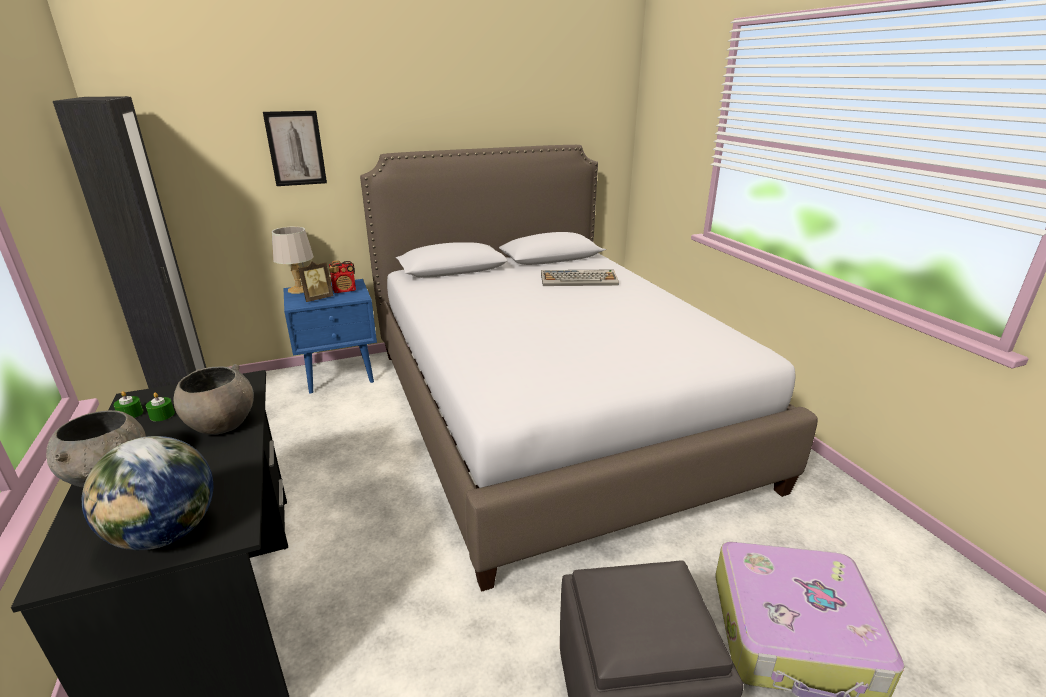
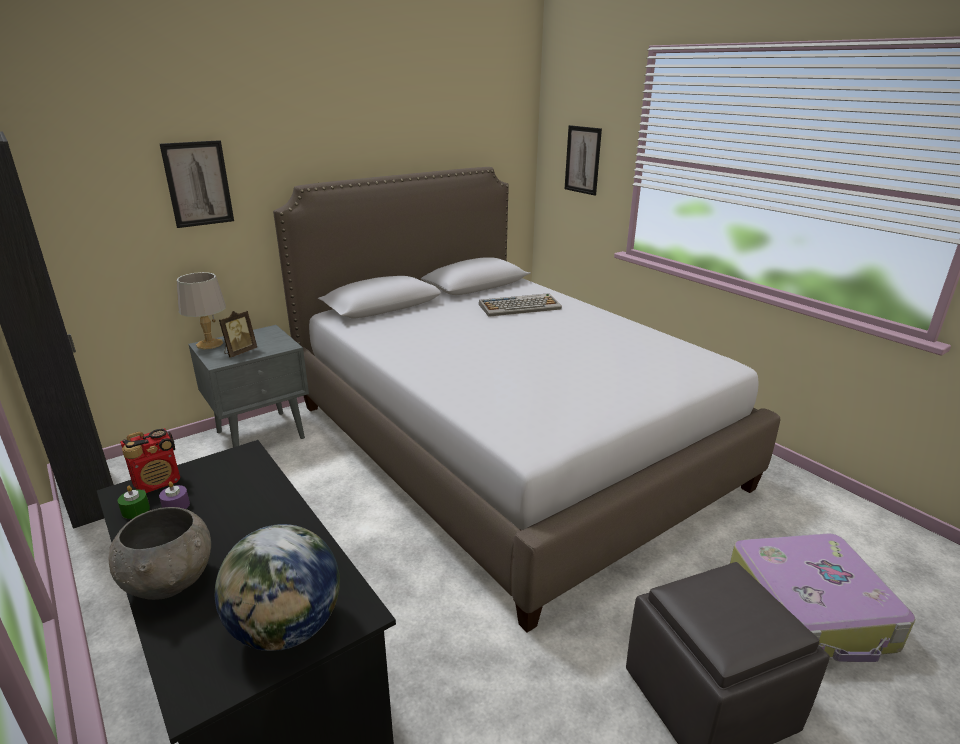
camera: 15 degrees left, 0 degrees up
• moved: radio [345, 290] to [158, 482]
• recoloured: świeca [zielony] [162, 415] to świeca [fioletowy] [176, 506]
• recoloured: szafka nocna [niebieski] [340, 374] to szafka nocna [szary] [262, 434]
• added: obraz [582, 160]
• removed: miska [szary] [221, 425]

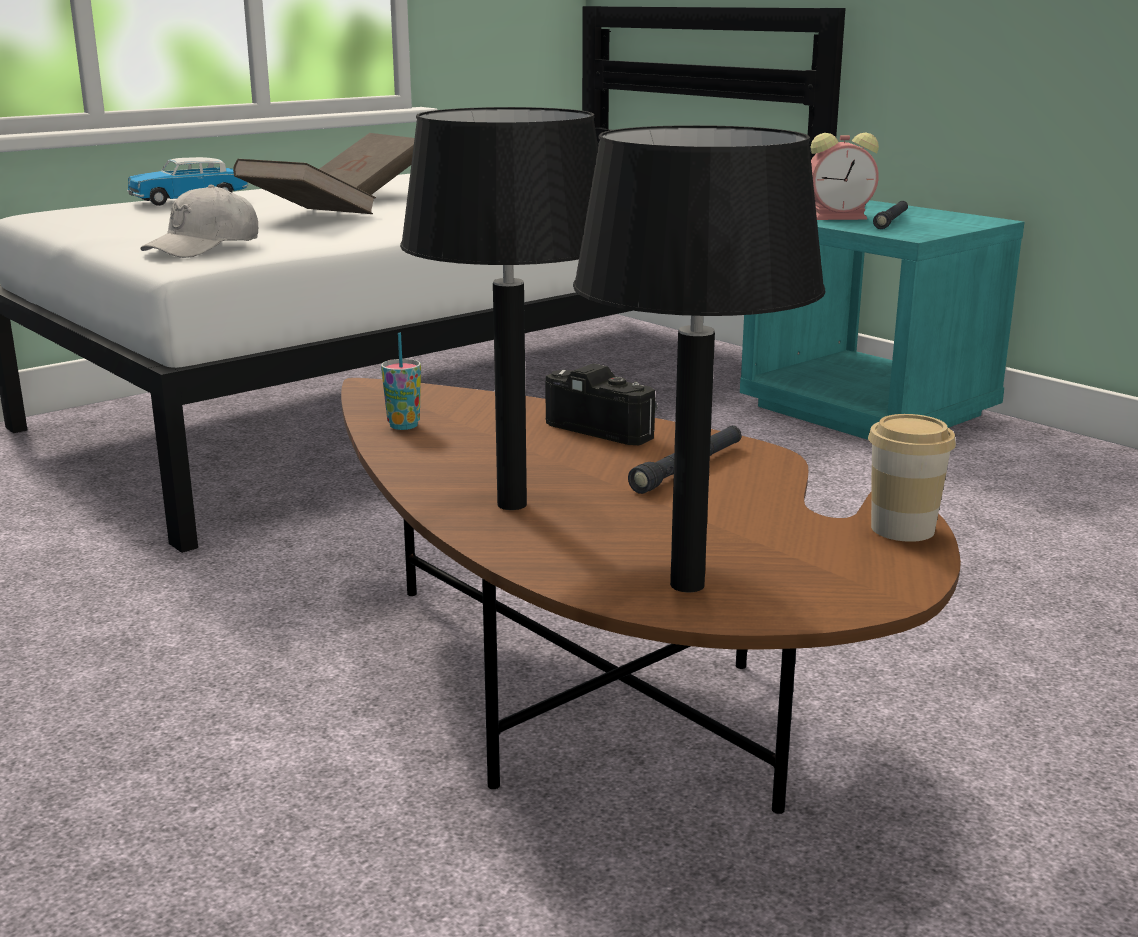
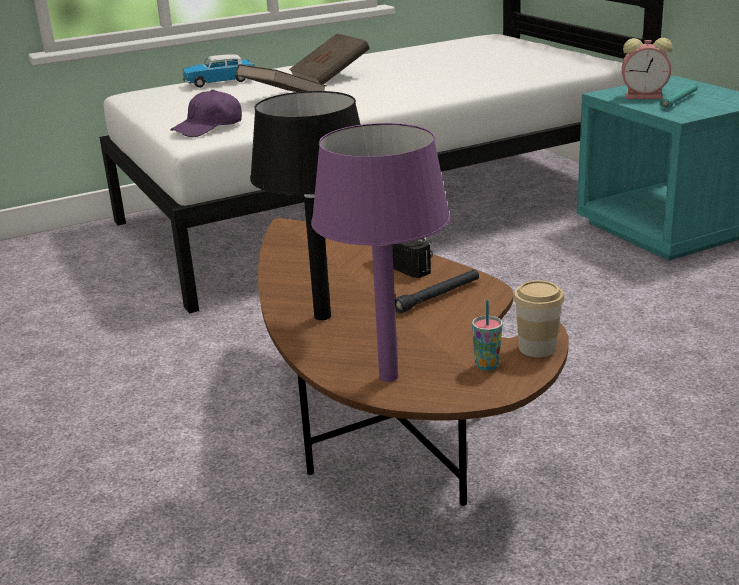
camera: 15 degrees right, 5 degrees up
• recoloured: czapka z daszkiem [biały] [204, 247] to czapka z daszkiem [fioletowy] [208, 127]
• recoloured: lampa stołowa [czarny] [685, 584] to lampa stołowa [fioletowy] [388, 376]
• moved: filiżanka [403, 425] to [487, 365]
• recoloured: latarka [czarny] [891, 221] to latarka [turkusowy] [679, 101]

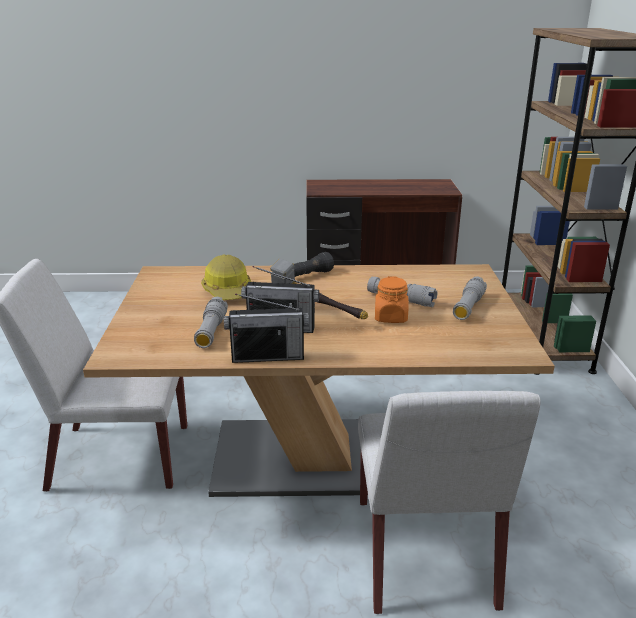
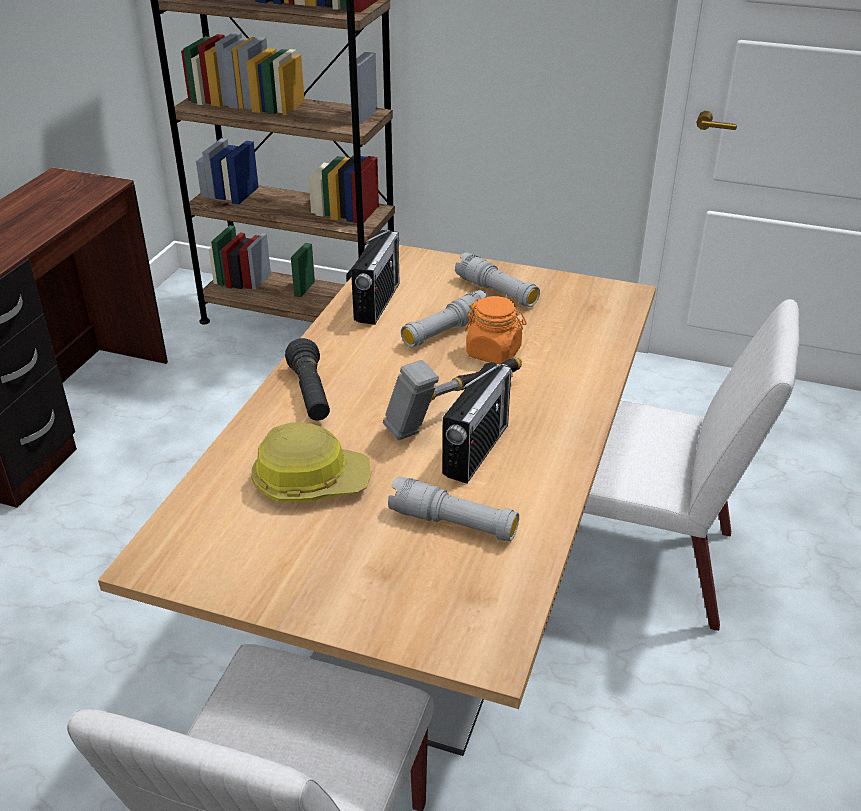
camera: 70 degrees left, 10 degrees up
• moved: radio [267, 356] to [377, 302]

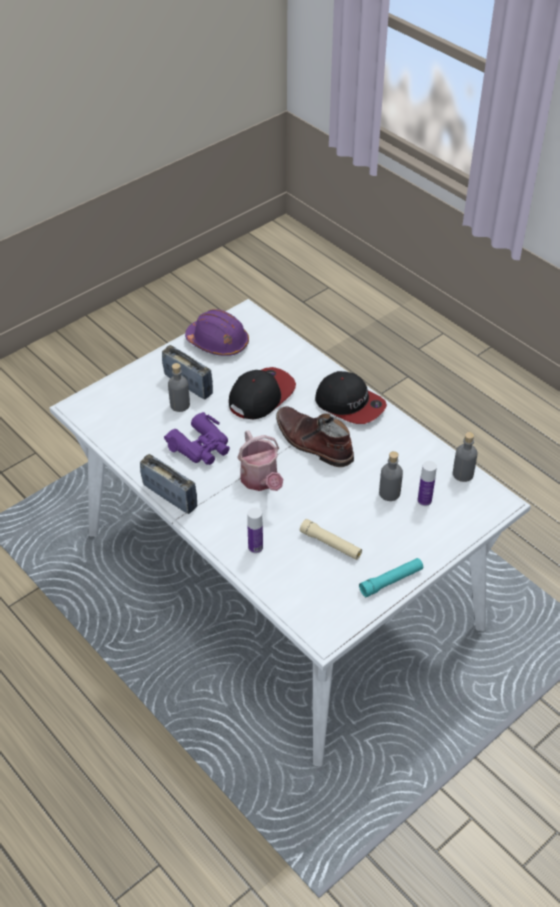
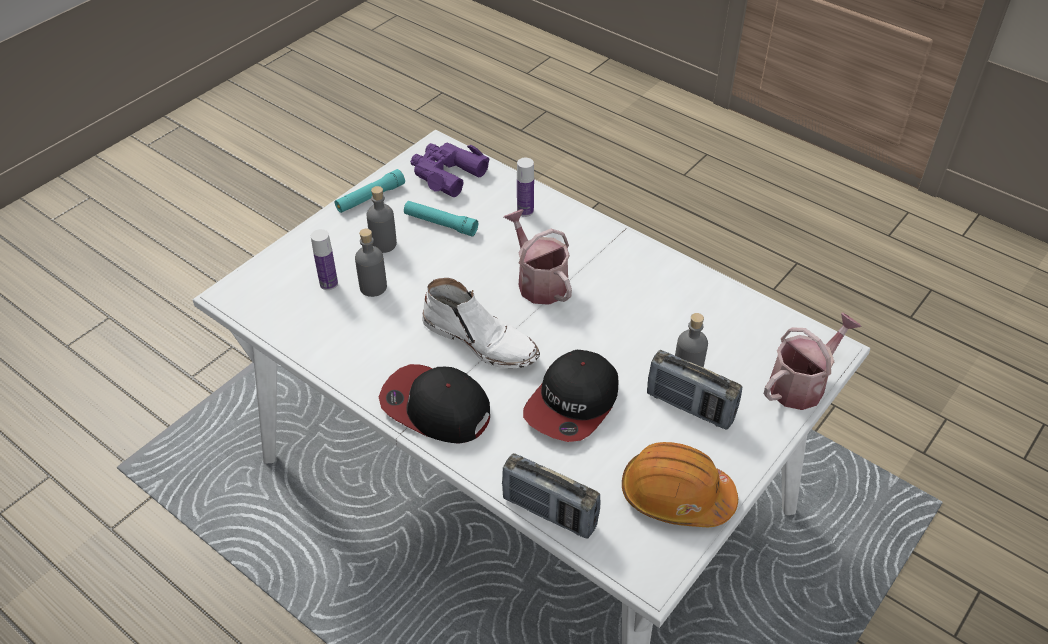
camera: 170 degrees right, 0 degrees up
• moved: butelka [szary] [462, 474] to [383, 244]
• recoloured: latarka [beżowy] [331, 544] to latarka [turkusowy] [440, 224]
• moved: lornetka [fioletowy] [201, 447] to [446, 174]
• recoloured: but z cholewką [brązowy] [313, 442] to but z cholewką [biały] [481, 340]
• moved: radio [170, 496] to [549, 512]
• recoloured: kask [fioletowy] [218, 343] to kask [pomarańczowy] [676, 495]
• added: konewka [802, 384]

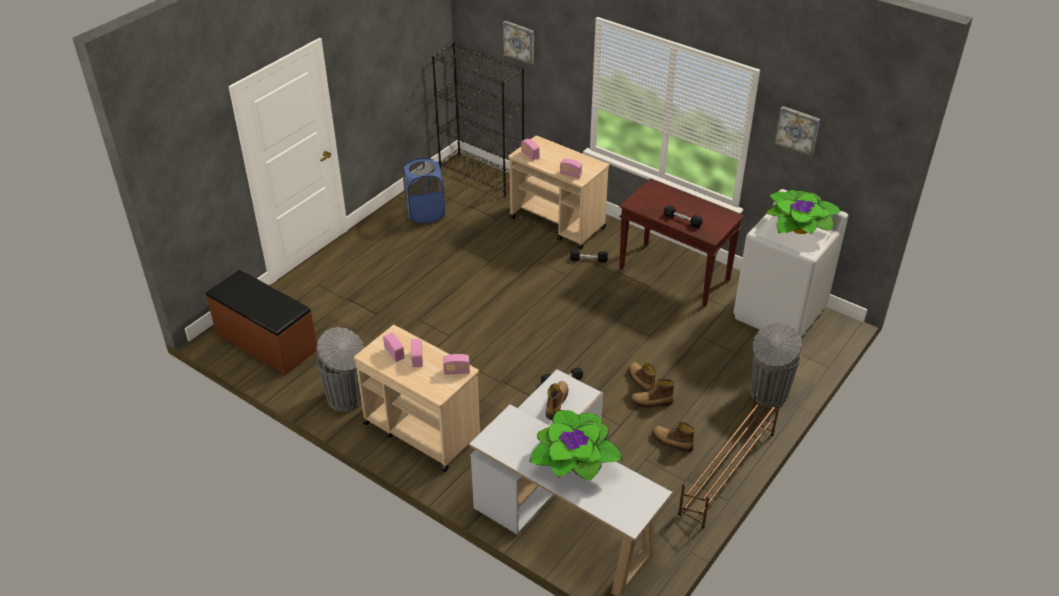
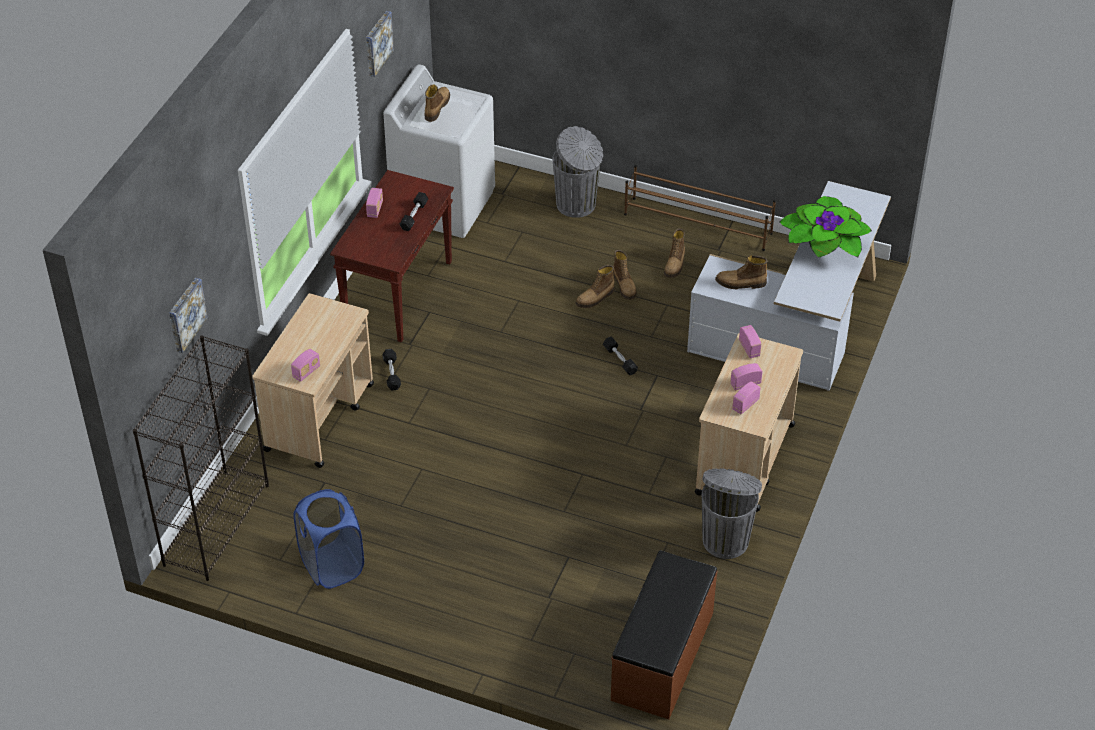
camera: 105 degrees left, 5 degrees up
• moved: radio [570, 174] to [375, 209]
• replaced: roślina doniczkowa [798, 227] to but z cholewką [436, 107]

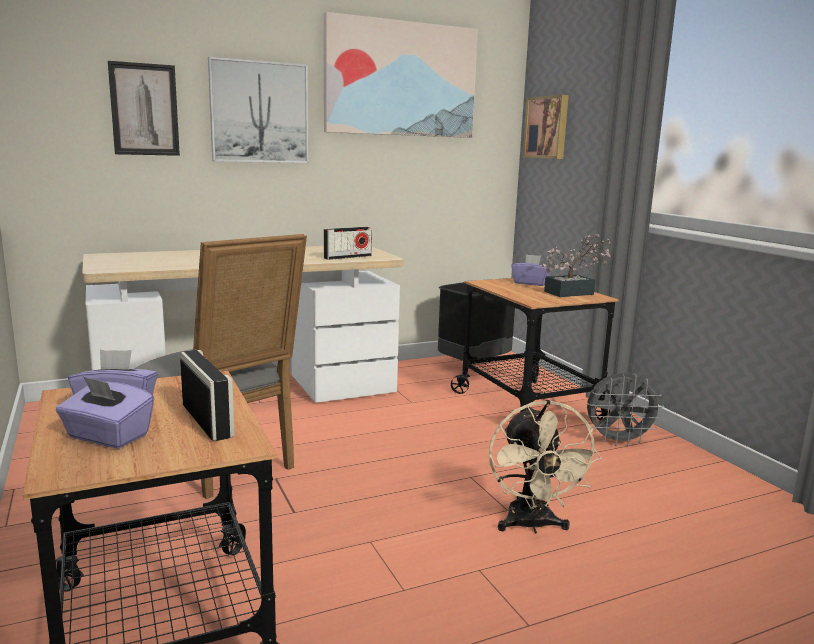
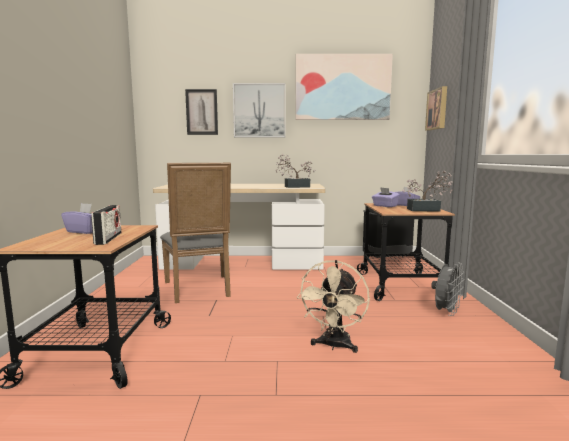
camera: 25 degrees right, 5 degrees down
• replaced: radio [347, 257] to roślina doniczkowa [294, 187]
• moved: pudełko chusteczek [fioletowy] [107, 437] to [385, 206]
• turned: wentylator [szary] [618, 441] = [446, 312] 75 degrees counterclockwise

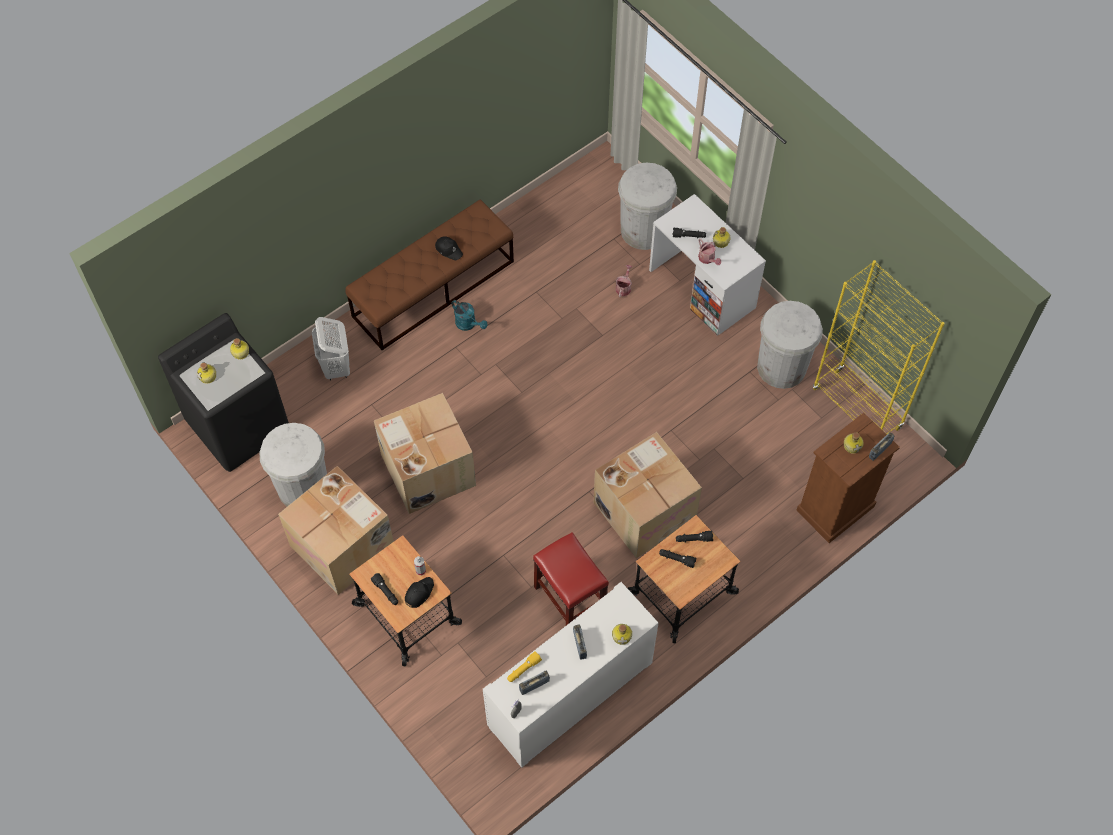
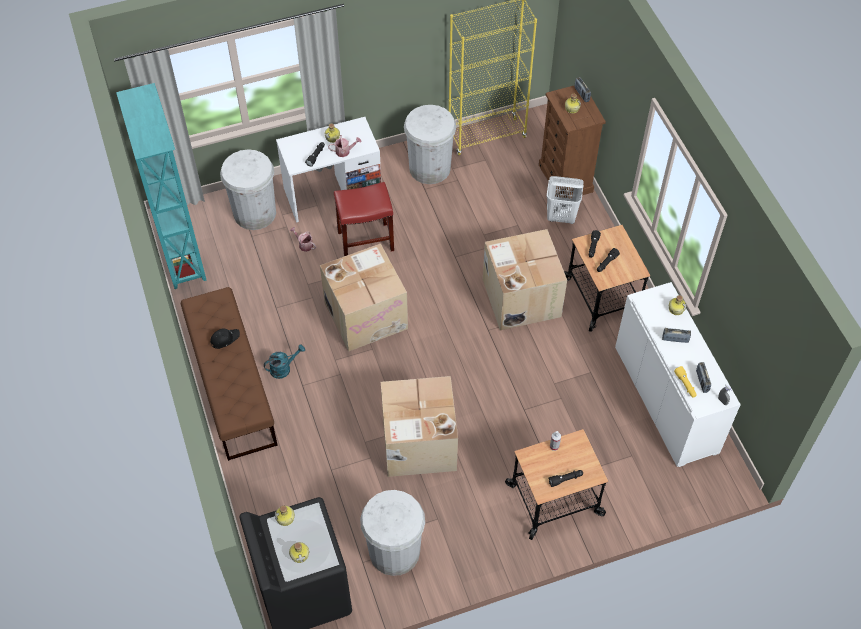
camera: 70 degrees left, 5 degrees down
• added: regał [turkusowy] [182, 254]
• moved: karton [344, 546] to [366, 314]
• moved: stołek [czerwony] [569, 599] to [365, 241]
• moved: kosz na pranie [biały] [336, 367] to [561, 217]
• removed: czapka z daszkiem [czarny] [419, 593]

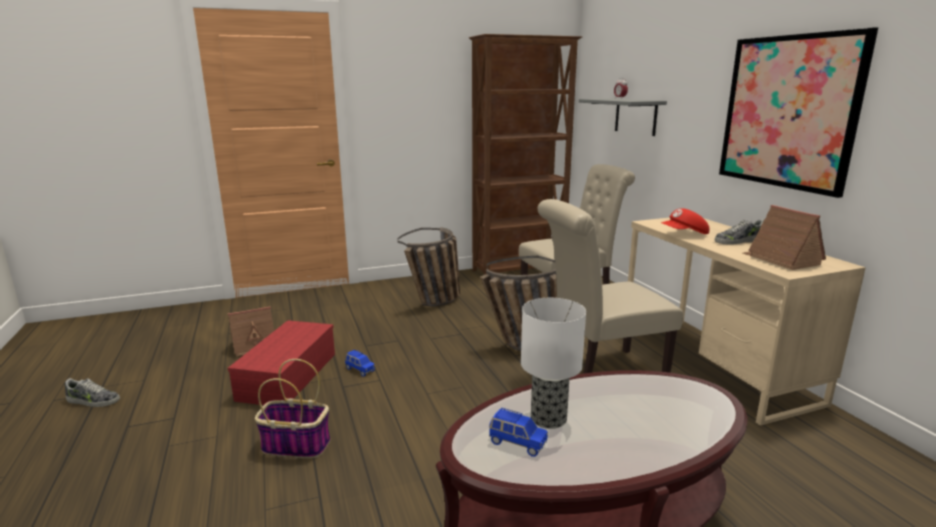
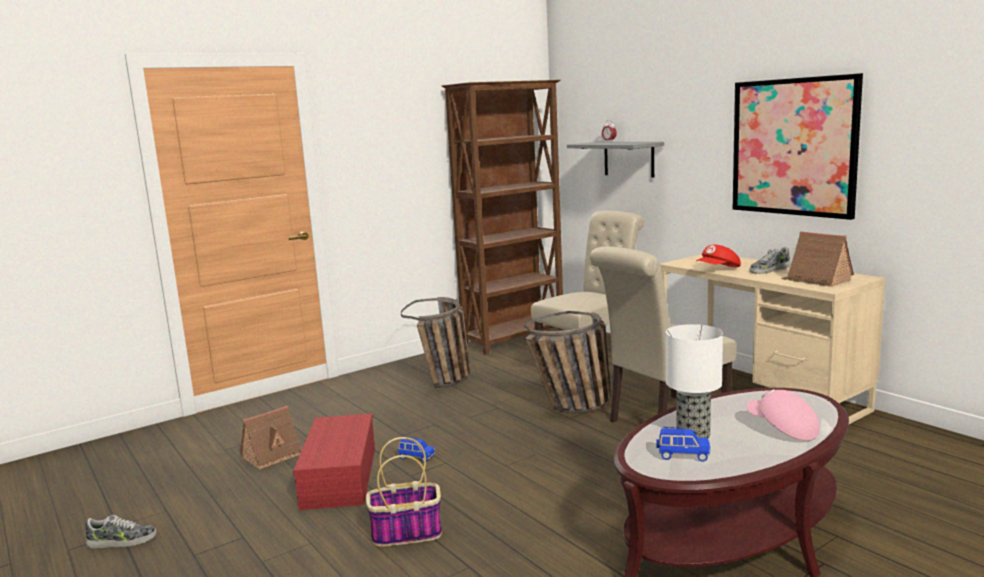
camera: 15 degrees left, 5 degrees down
• added: czapka z daszkiem [różowy] [782, 429]

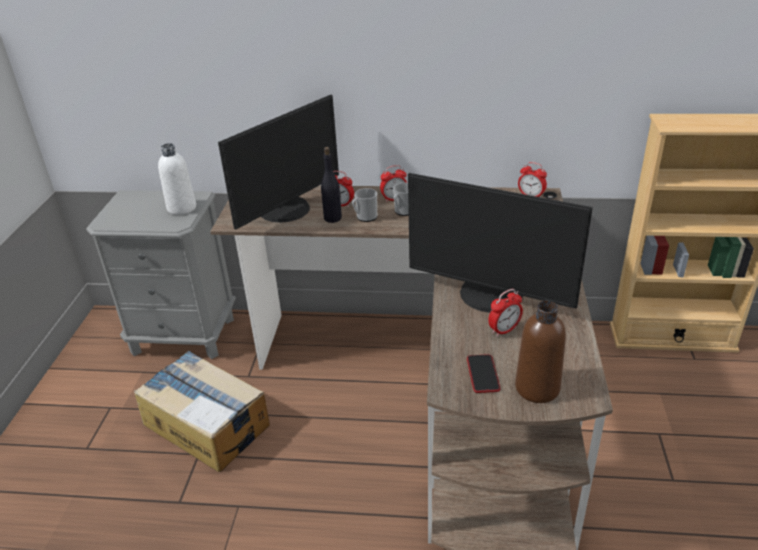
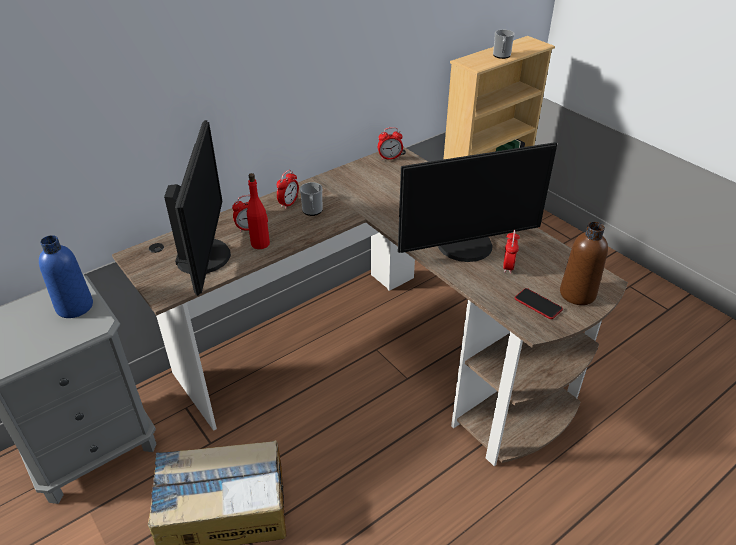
camera: 45 degrees left, 5 degrees up
• recoloured: butelka [biały] [182, 208] to butelka [niebieski] [74, 306]
• recoloured: butelka [czarny] [333, 218] to butelka [czerwony] [260, 243]
• moved: kubek [365, 217] to [501, 56]

